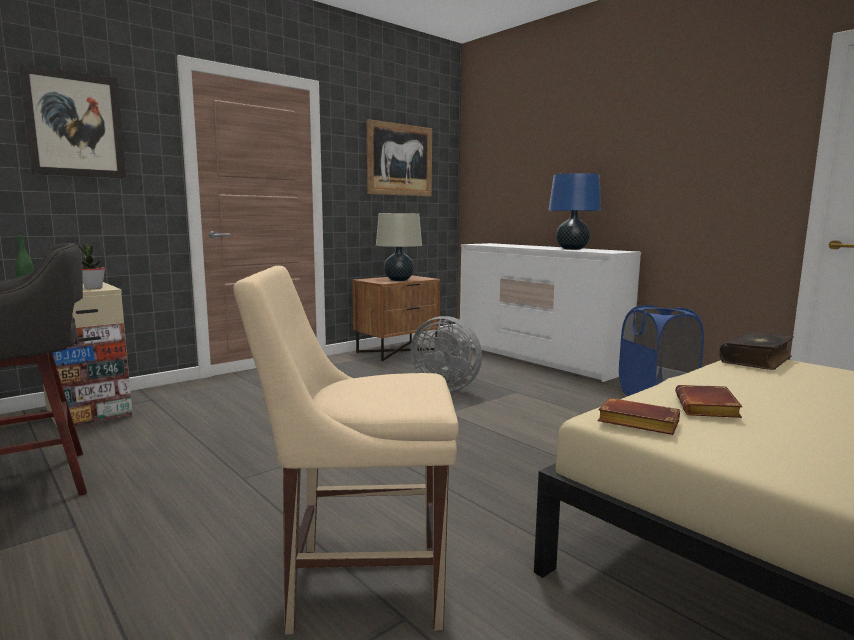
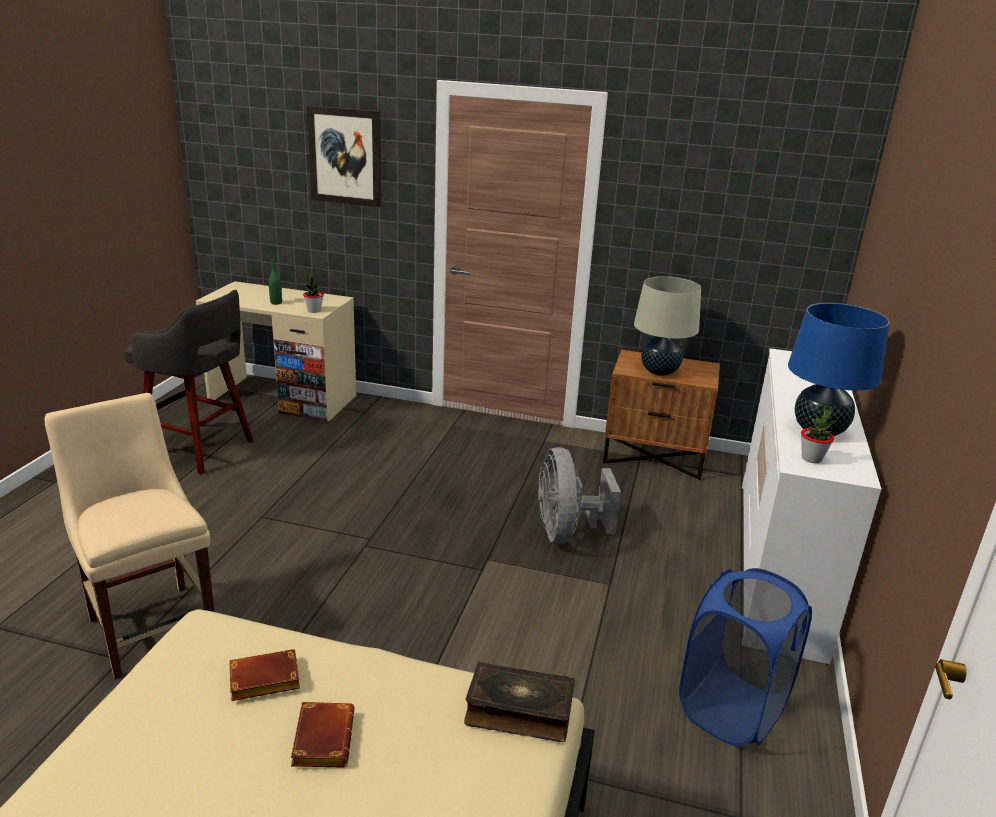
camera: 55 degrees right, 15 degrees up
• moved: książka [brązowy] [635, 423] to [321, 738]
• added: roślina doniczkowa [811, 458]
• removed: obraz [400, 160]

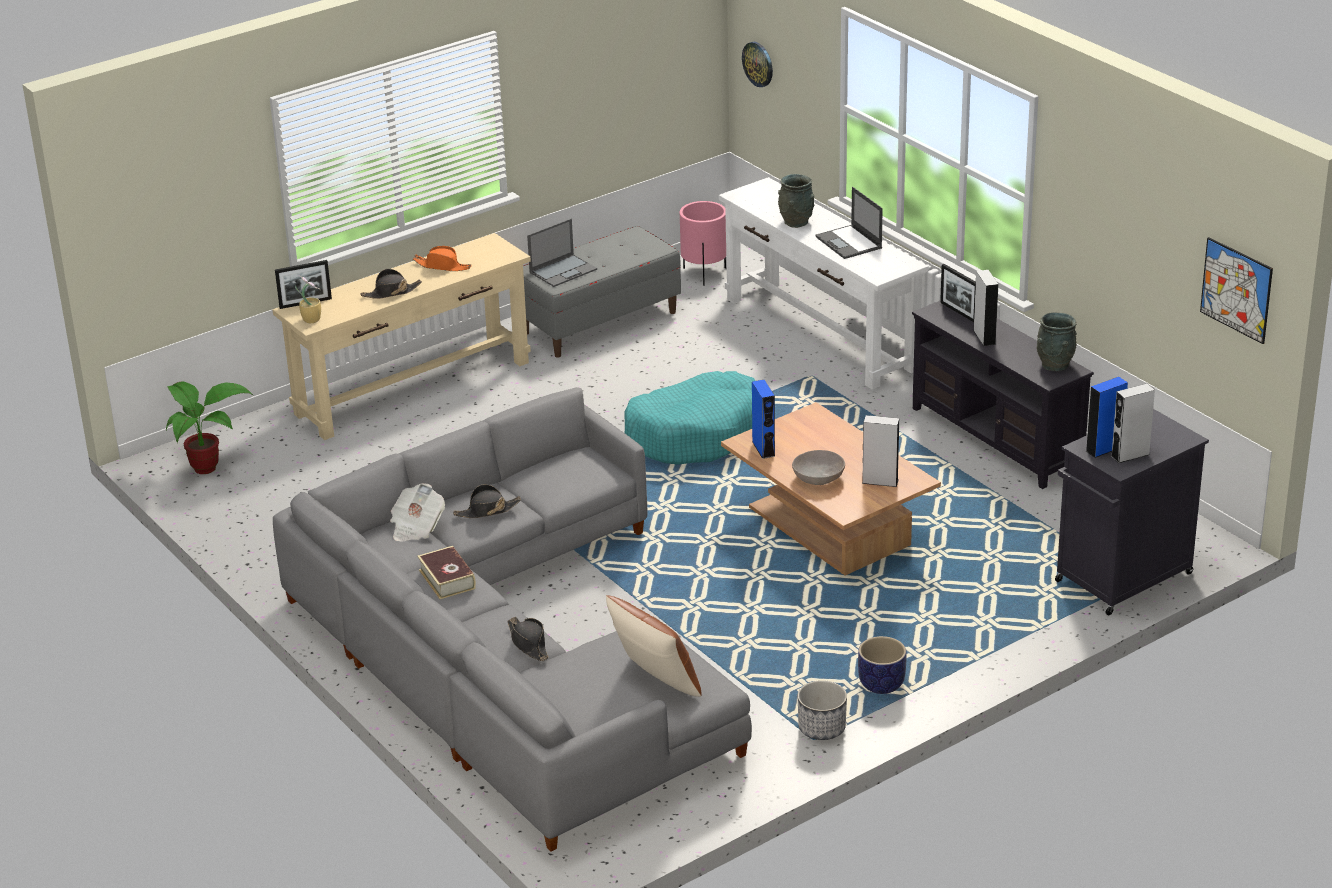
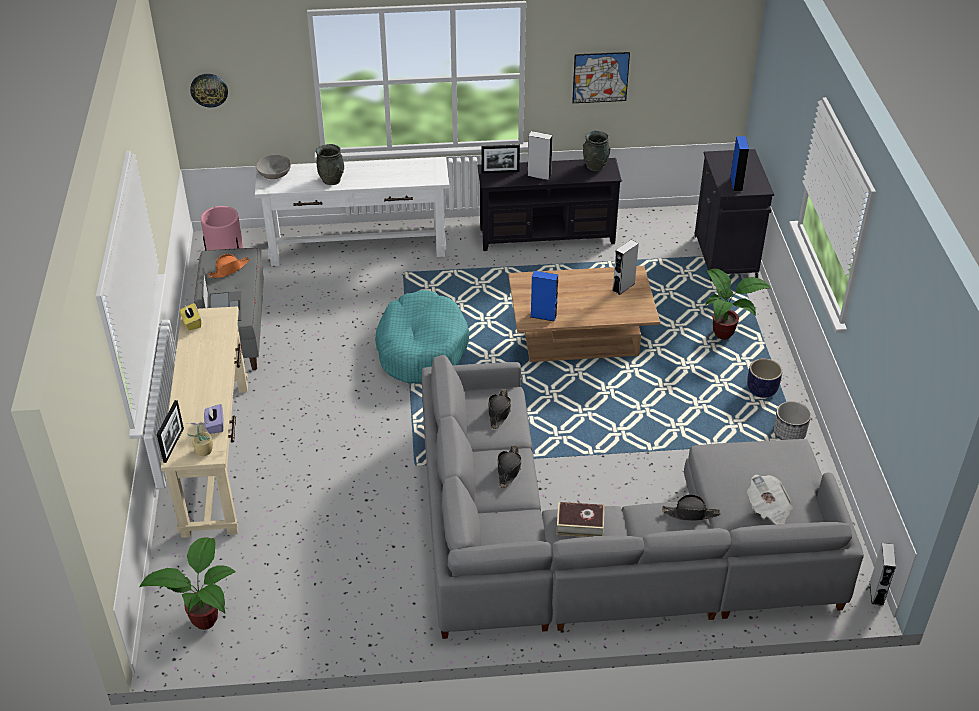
camera: 60 degrees left, 10 degrees up
• added: pudełko chusteczek [żółty] [191, 323]
• added: pudełko chusteczek [fioletowy] [215, 425]
• moved: kapelusz [pomarańczowy] [442, 266] to [229, 270]
• moved: miska [szary] [818, 477] to [274, 173]
• moved: kapelusz [czarny] [391, 292] to [499, 412]
• moved: obraz [1236, 290] to [600, 77]
• added: roślina doniczkowa [726, 333]
• moved: gazeta [416, 527] to [768, 509]
• moved: głośnik [szary] [1130, 455] to [876, 593]
• removed: poduszka [brązowy] [656, 682]
• removed: laptop [849, 243]

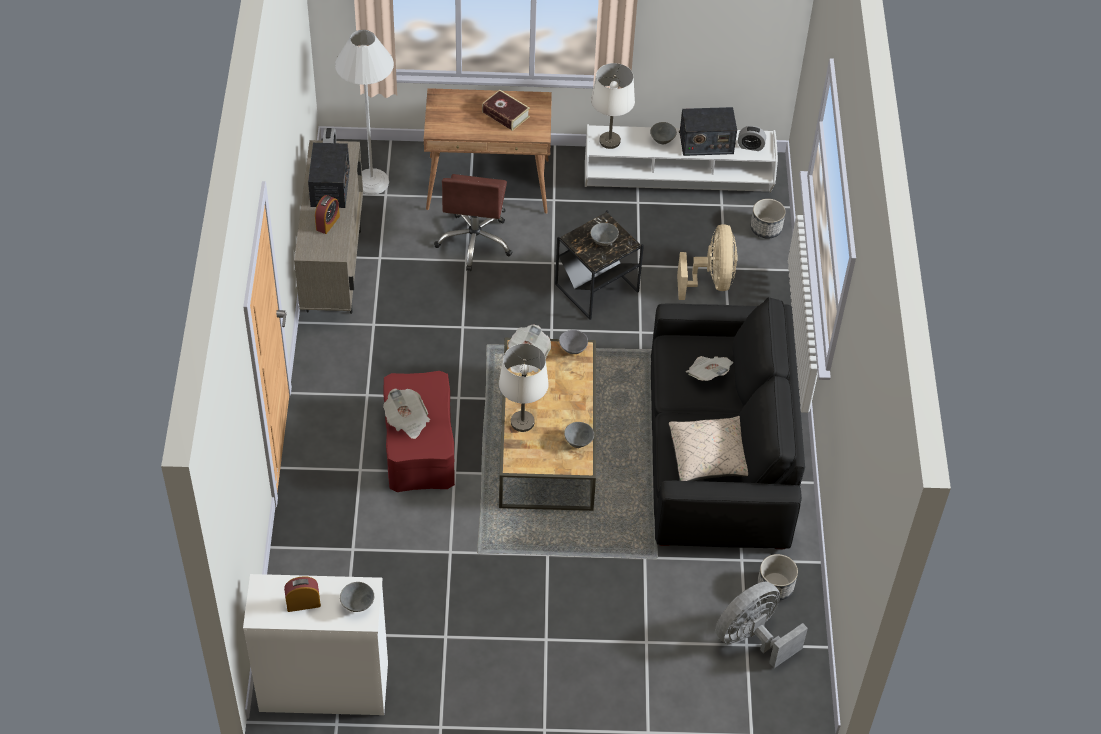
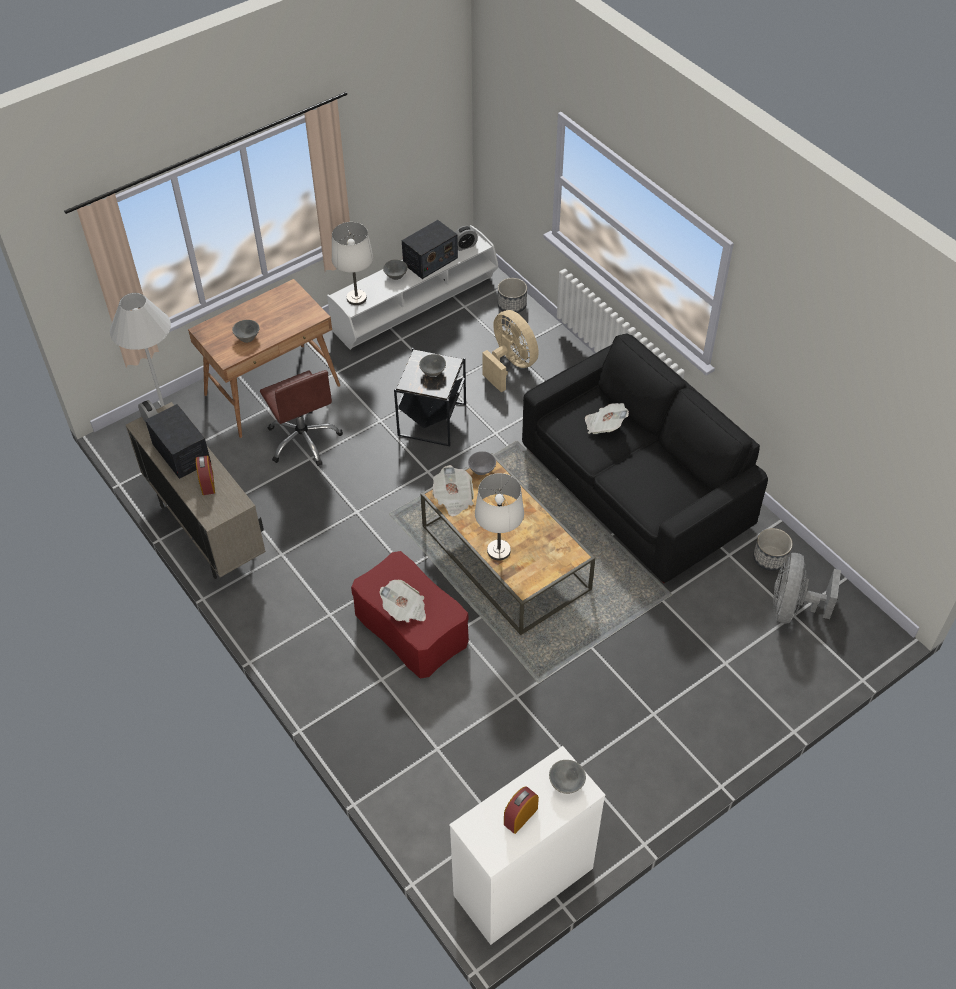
camera: 35 degrees left, 0 degrees up
• moved: miska [szary] [579, 442] to [248, 337]
• removed: książka [505, 114]
• removed: poduszka [beżowy] [709, 458]

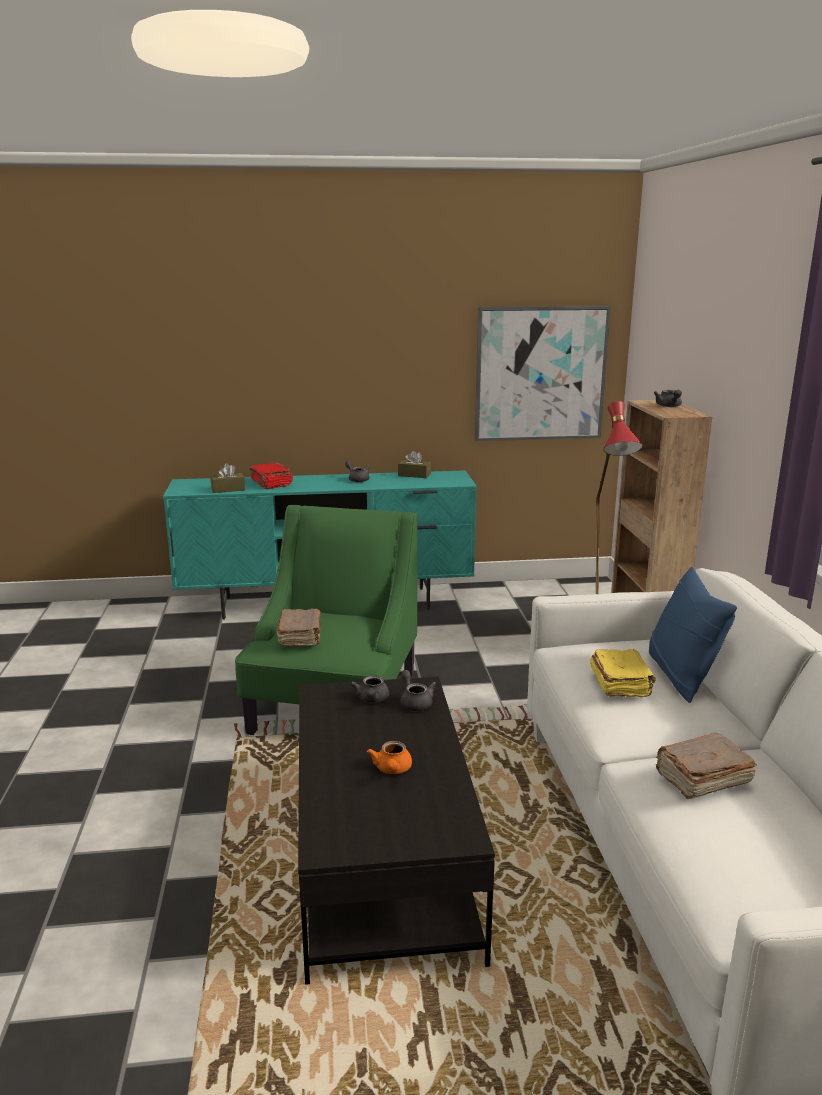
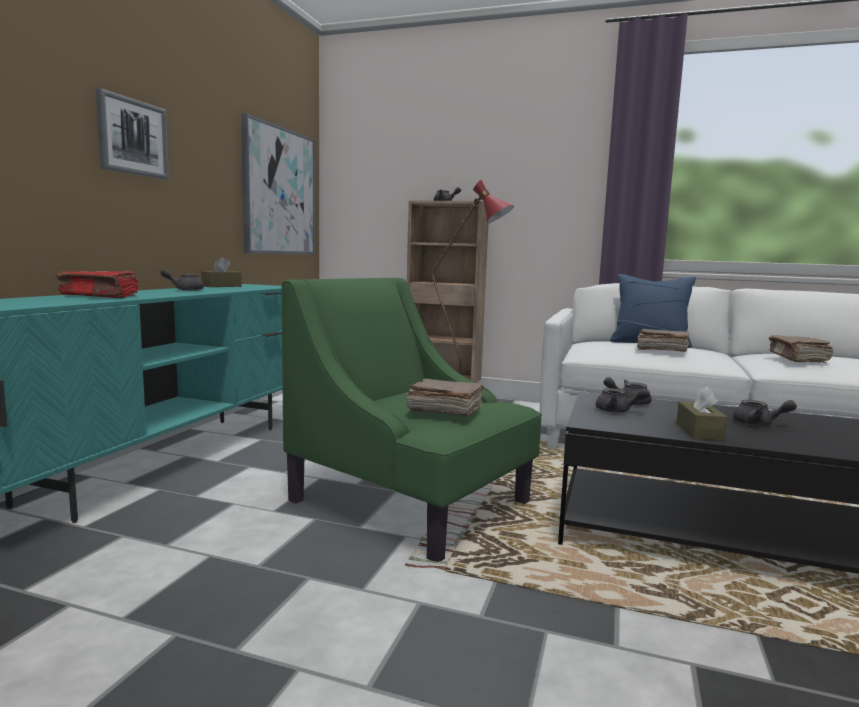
camera: 65 degrees left, 10 degrees down
• added: obraz [132, 137]
• recoloured: książka [żółty] [620, 684] to książka [brązowy] [661, 350]
• moved: pudełko chusteczek [brązowy] [228, 489] to [699, 431]
• recoloured: imbryk [pomarańczowy] [392, 770] to imbryk [szary] [758, 424]

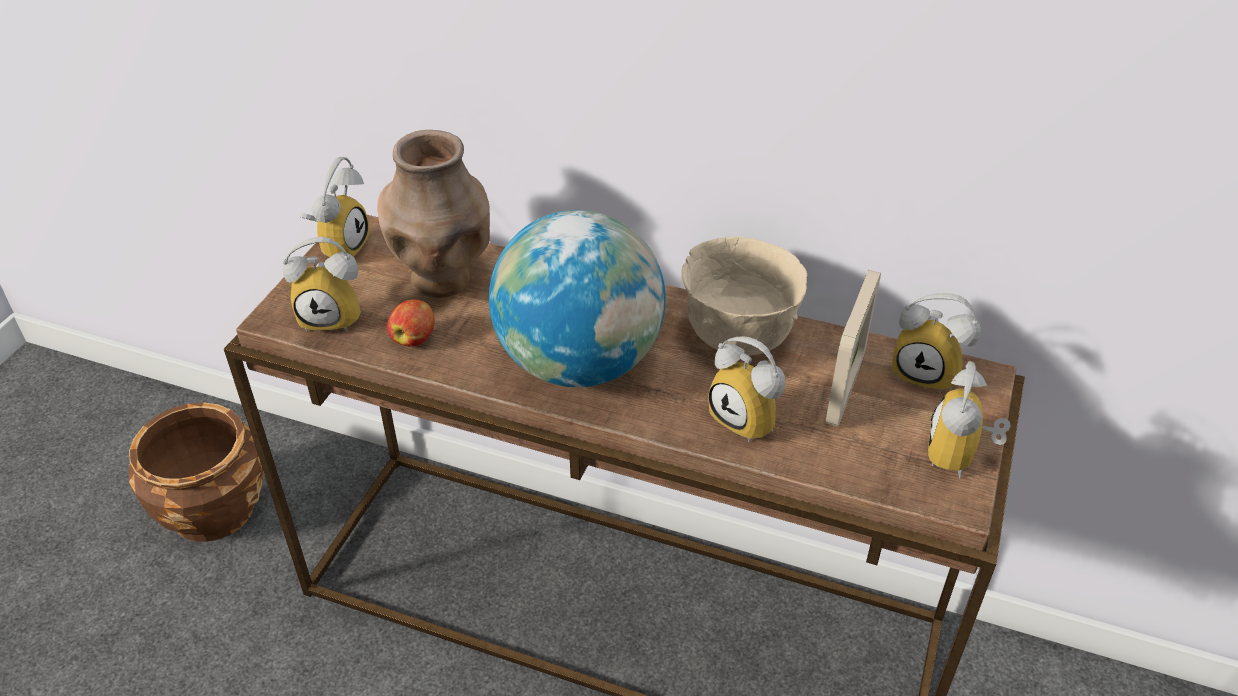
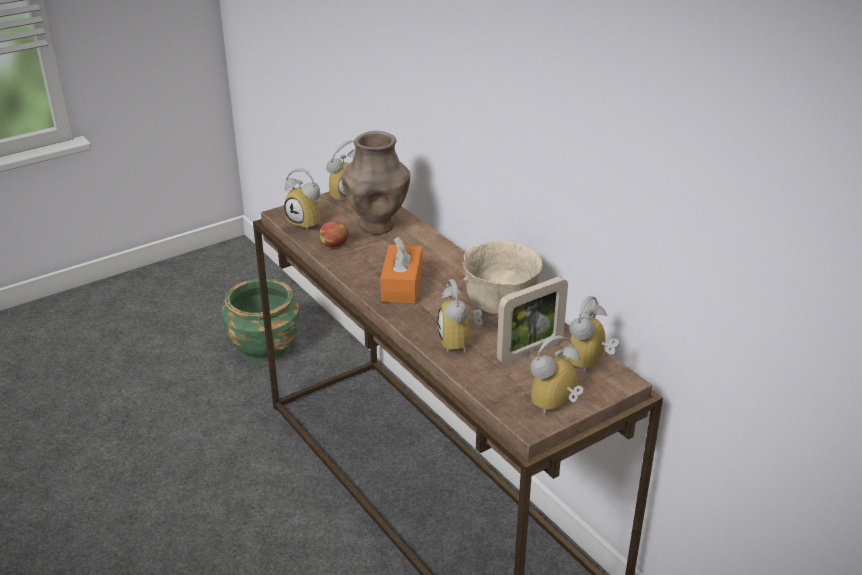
camera: 35 degrees right, 10 degrees down
• recoloured: donica [brązowy] [212, 510] to donica [zielony] [264, 348]
• replaced: globus [579, 363] to pudełko chusteczek [pomarańczowy] [402, 285]
• turned: budzik [928, 372] = [590, 365] 60 degrees clockwise

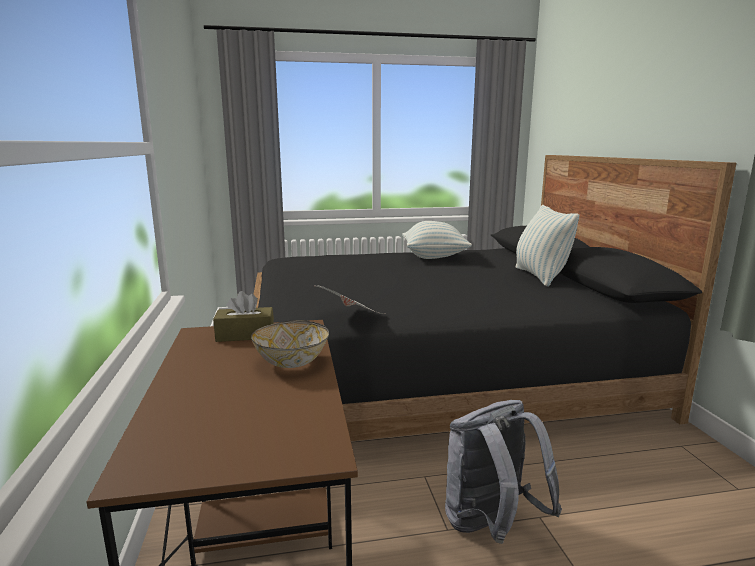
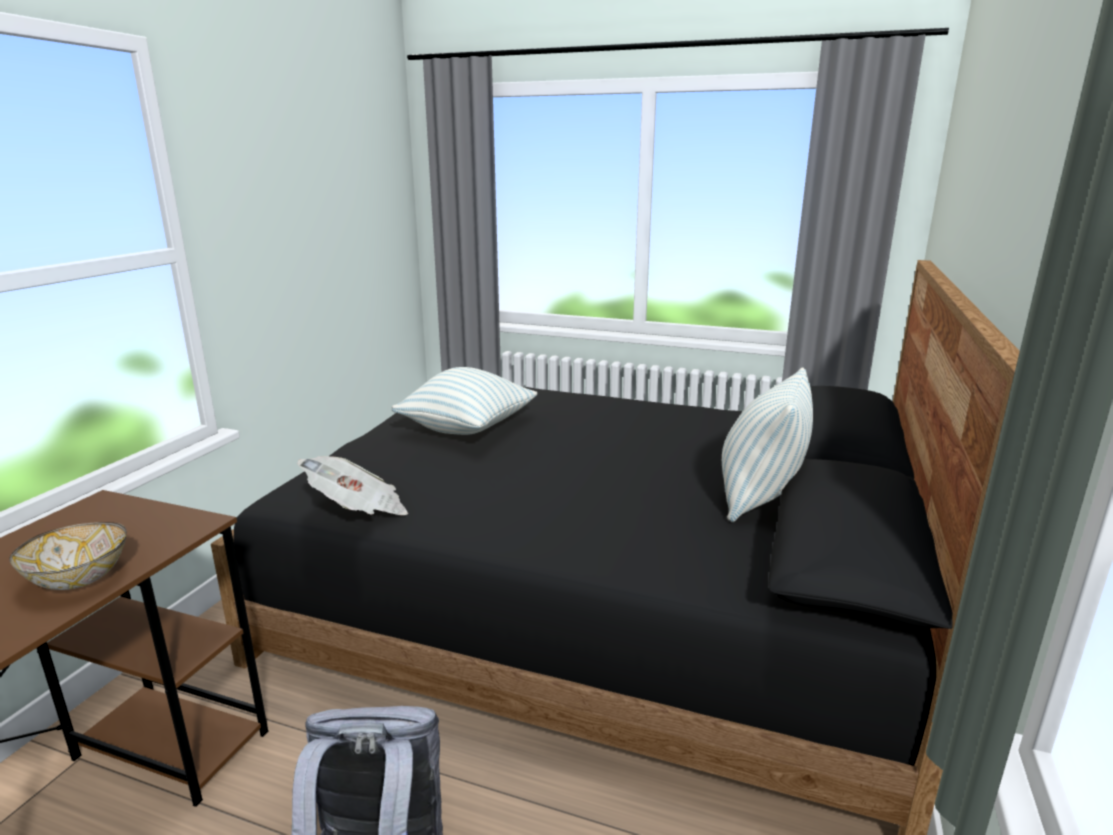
camera: 30 degrees right, 5 degrees up
• moved: poduszka [434, 257] to [467, 429]
• removed: pudełko chusteczek [brązowy] [245, 335]

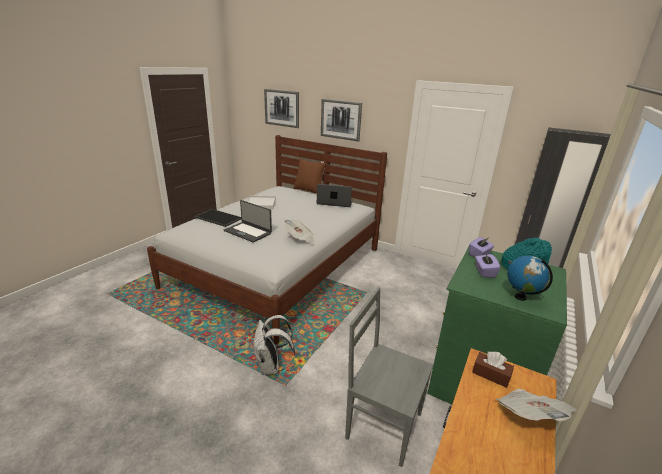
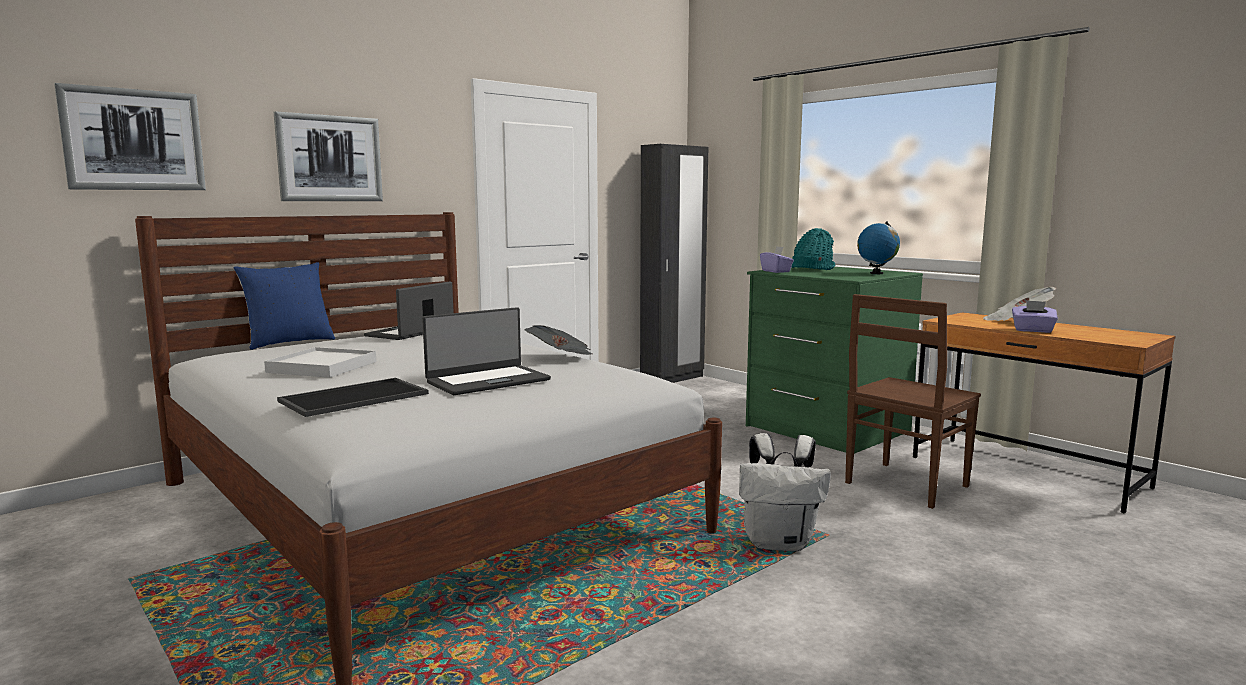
camera: 70 degrees left, 15 degrees down
• recoloured: poduszka [brązowy] [309, 190] to poduszka [niebieski] [289, 342]
• recoloured: krzesło [szary] [382, 424] to krzesło [brązowy] [904, 485]
• moved: pudełko chusteczek [fioletowy] [484, 272] to [1032, 330]
• removed: pudełko chusteczek [brązowy] [491, 374]

